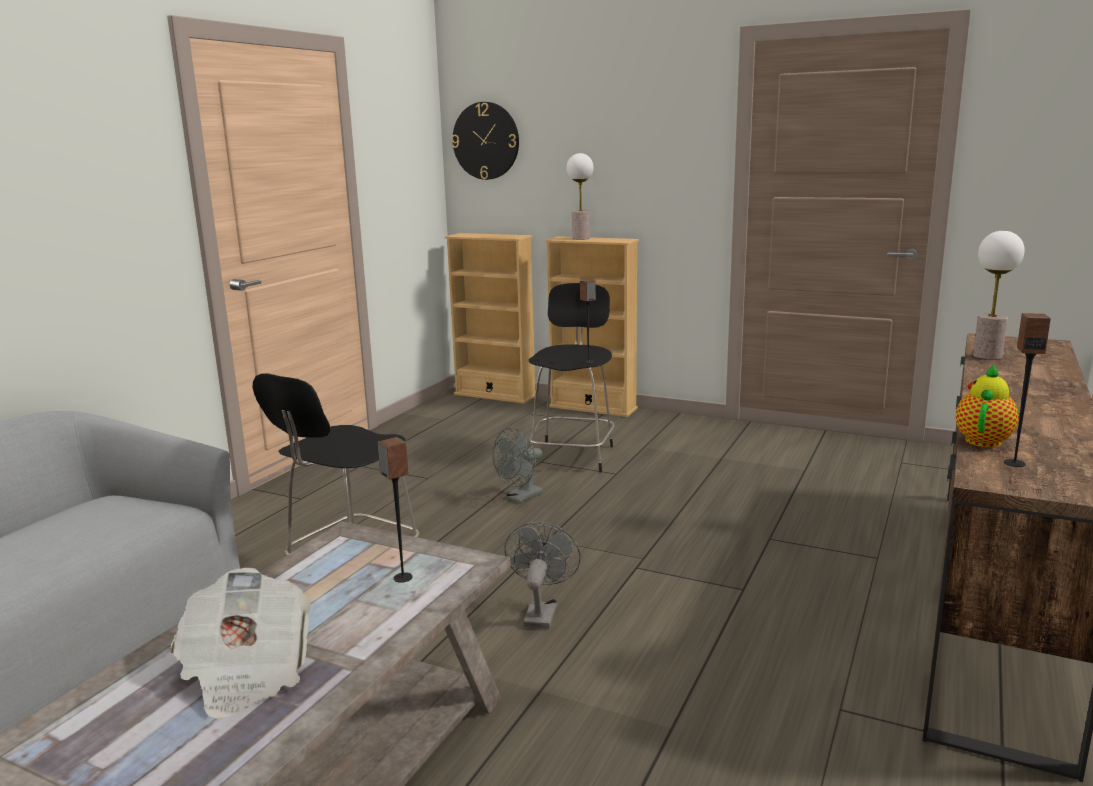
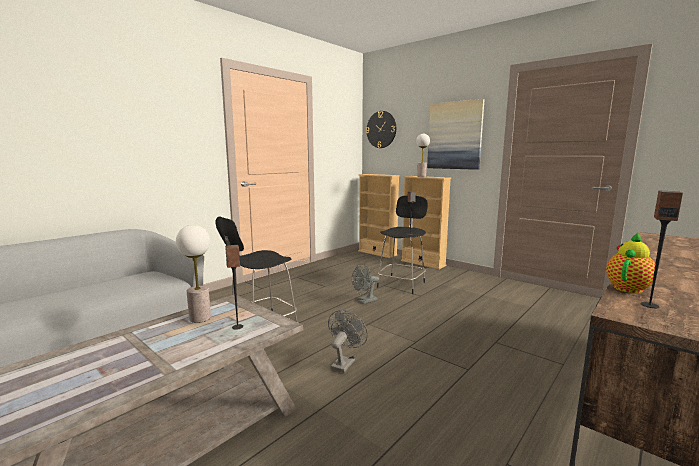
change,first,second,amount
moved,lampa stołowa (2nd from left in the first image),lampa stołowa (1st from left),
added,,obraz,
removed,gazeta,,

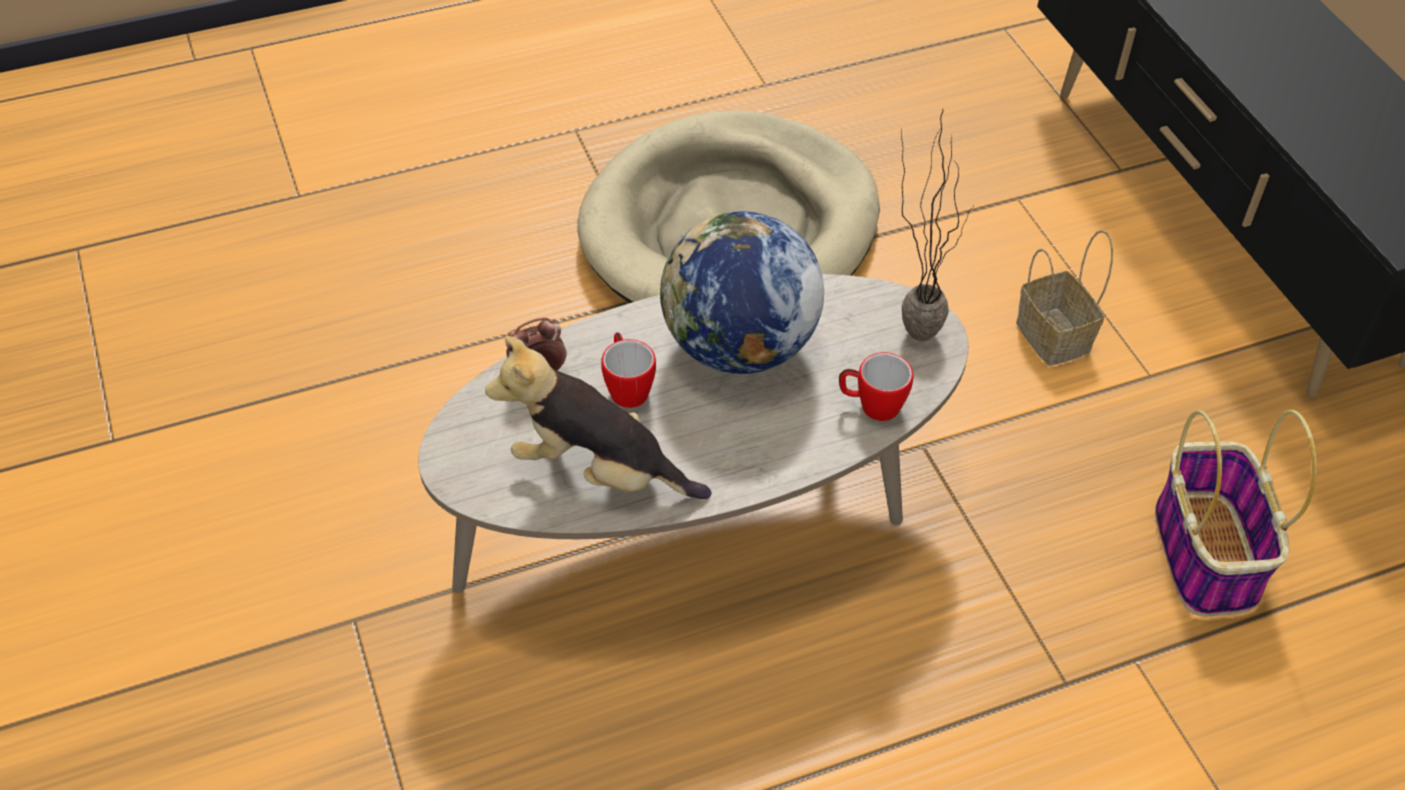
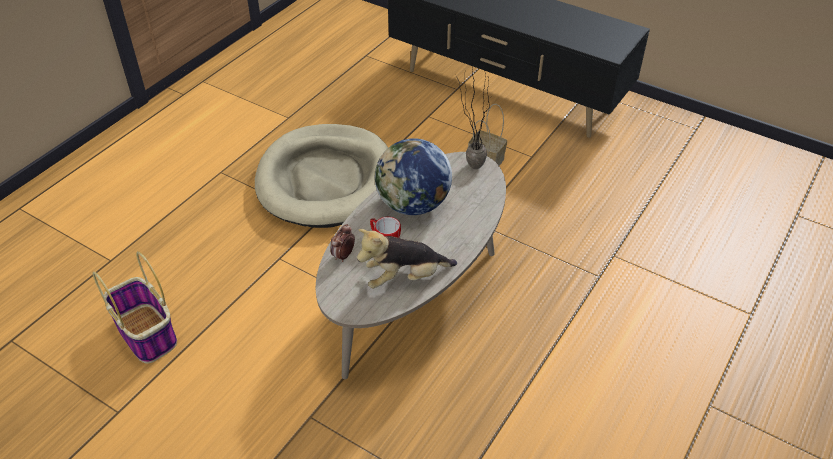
change,first,second,amount
moved,koszyk (2nd from left in the first image),koszyk (1st from left),
removed,kubek (2nd from left),,

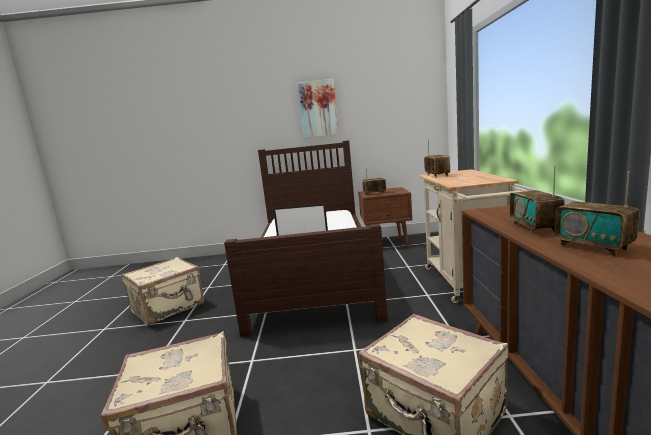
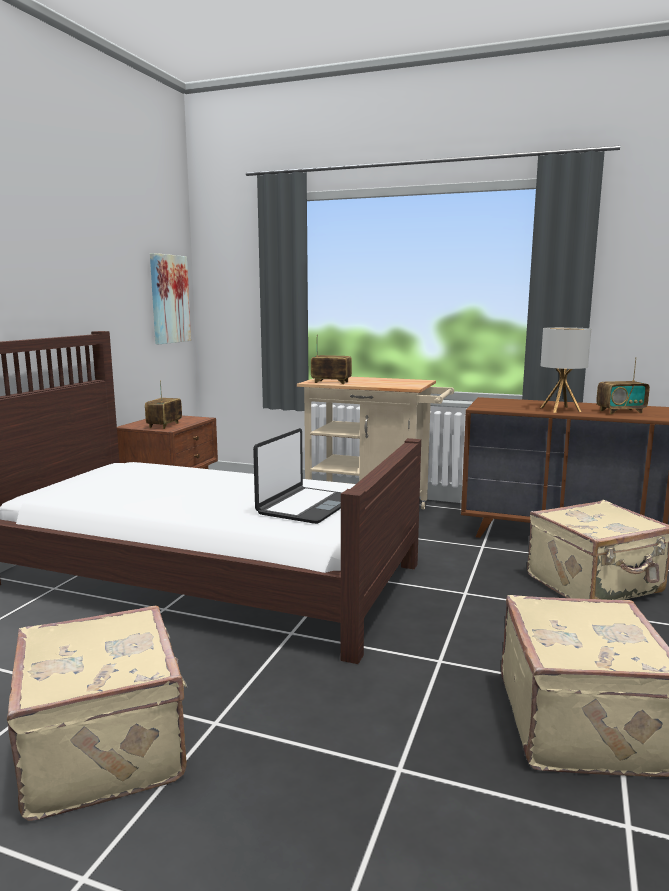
change,first,second,amount
moved,obraz,,
replaced,radio (3rd from left),lampa stołowa,

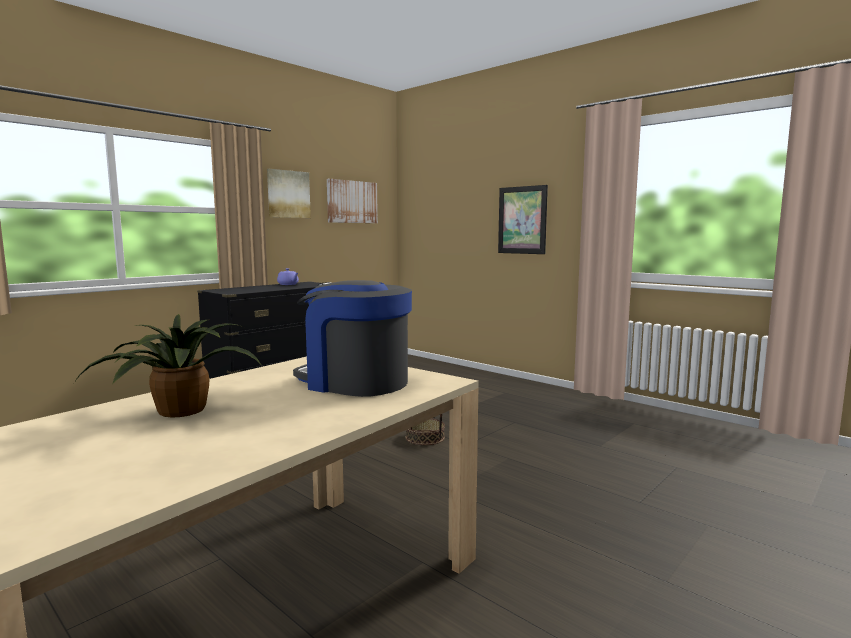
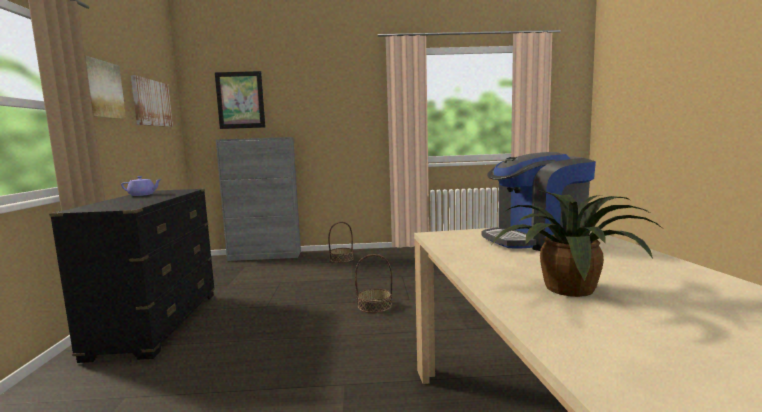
change,first,second,amount
moved,obraz (3rd from left),,
added,,szafka [szary],
added,,koszyk (1st from left),

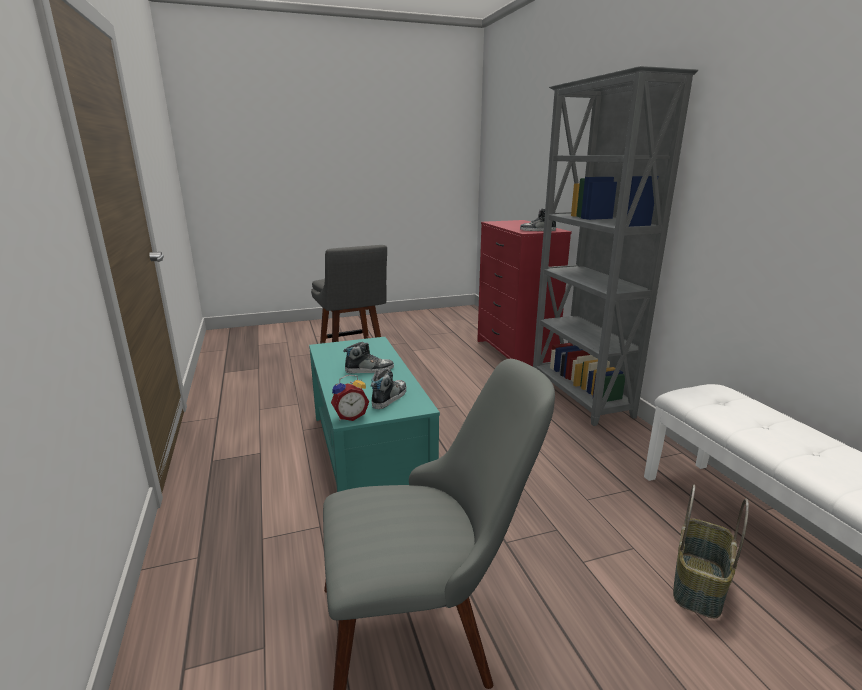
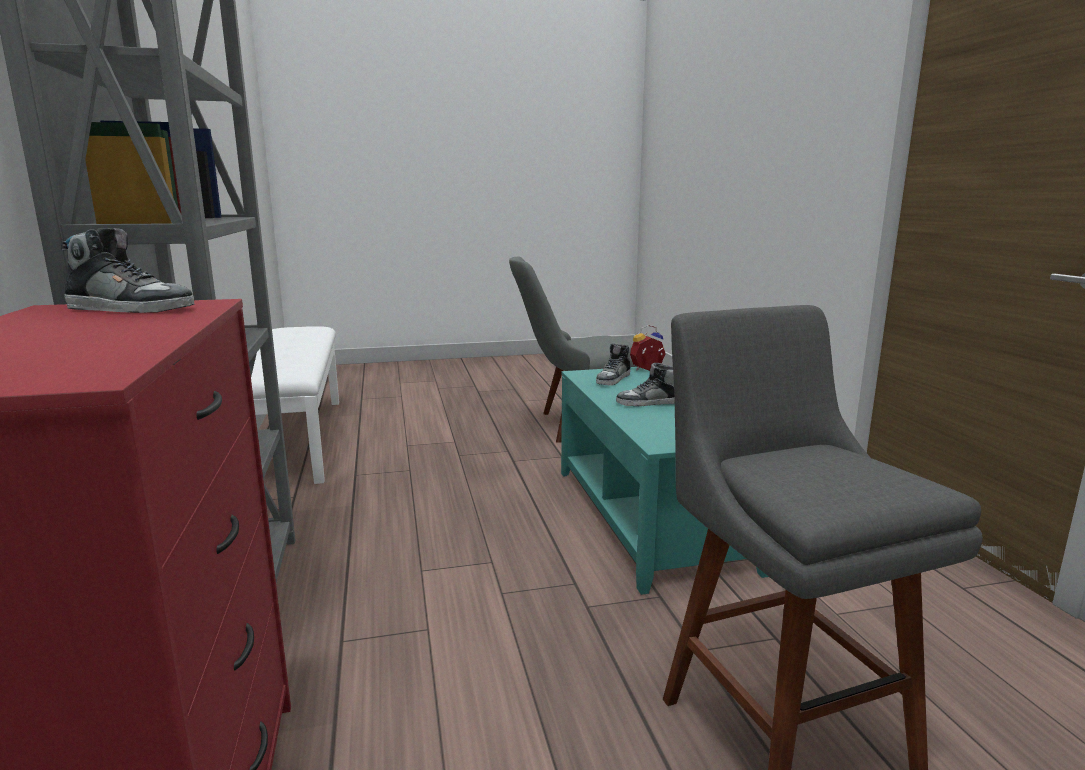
change,first,second,amount
removed,koszyk,,

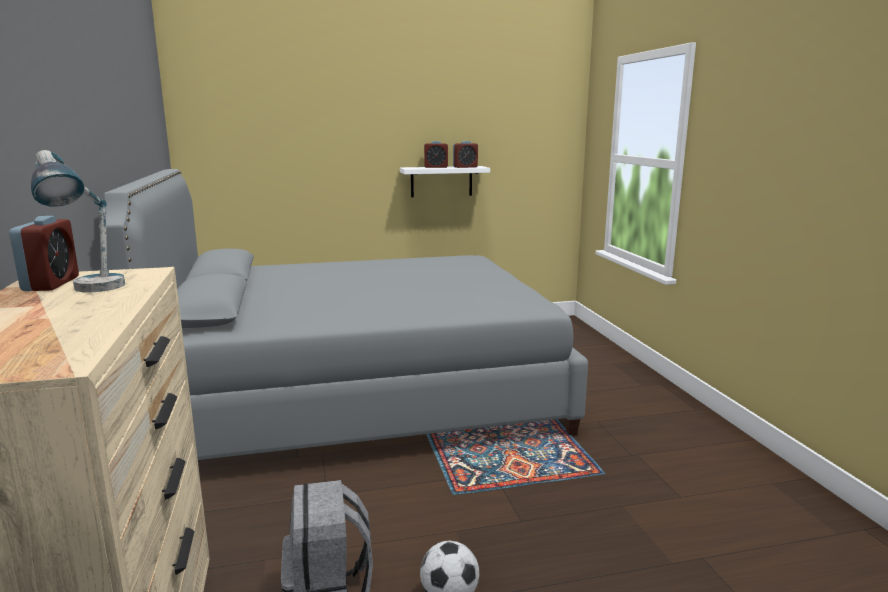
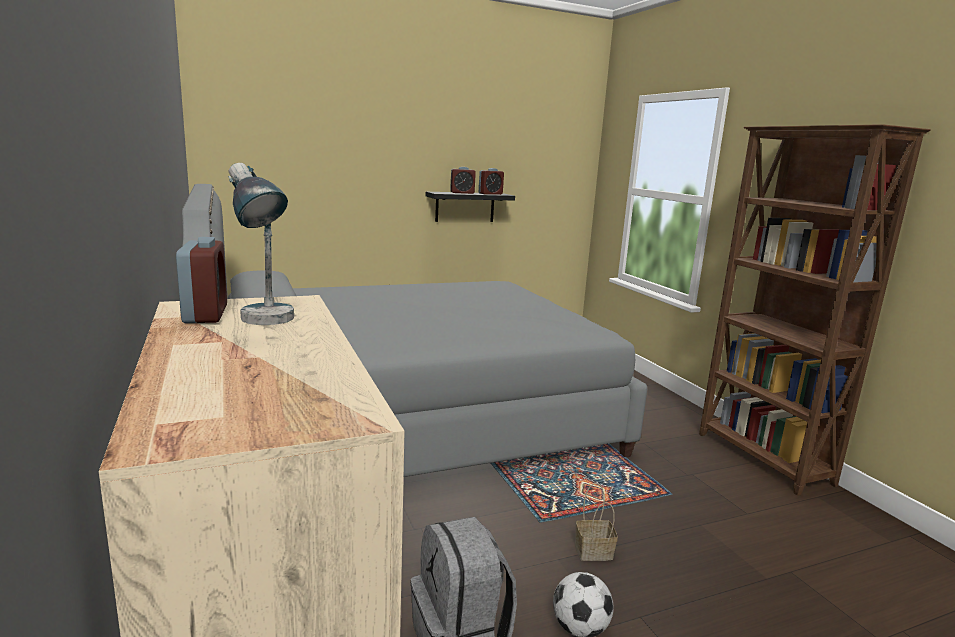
change,first,second,amount
recoloured,półka [biały],półka [czarny],
added,,koszyk,
added,,regał [brązowy],

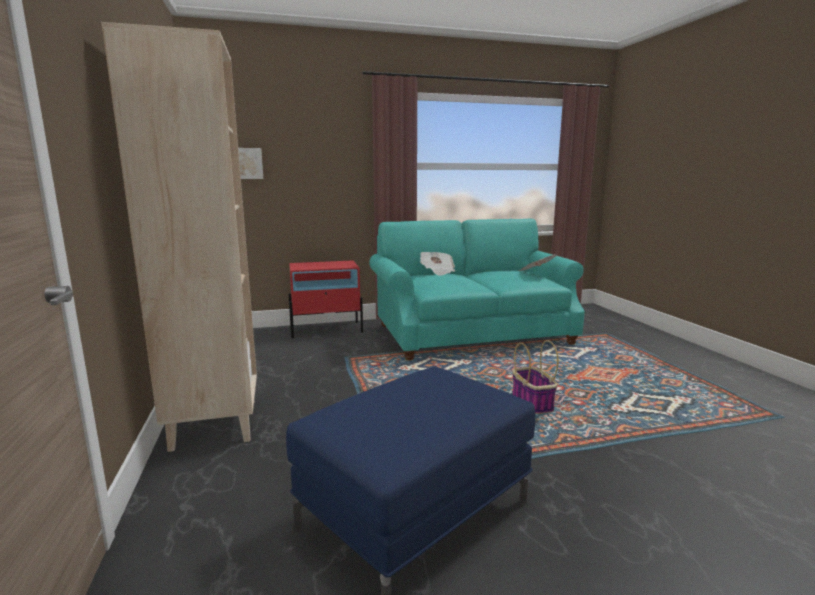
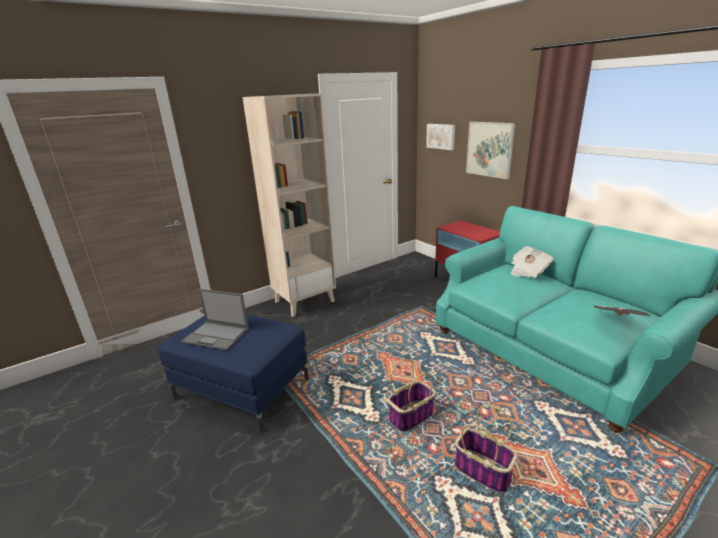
change,first,second,amount
added,,laptop,
added,,koszyk (2nd from left),
added,,obraz (2nd from left),

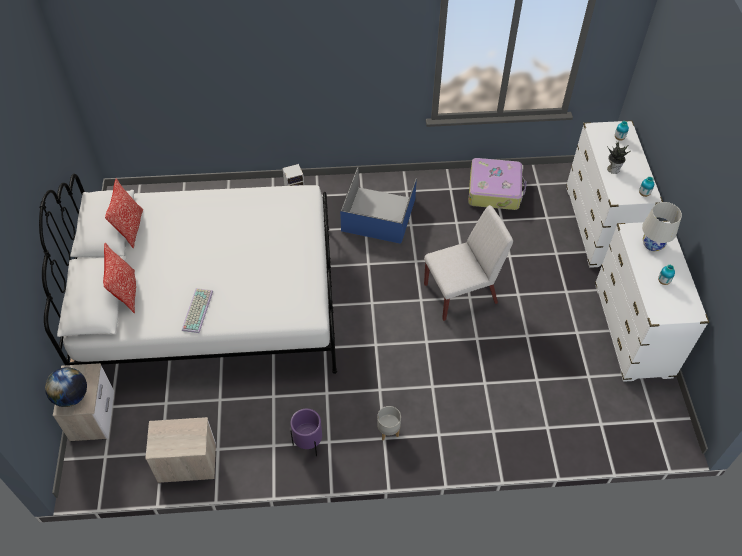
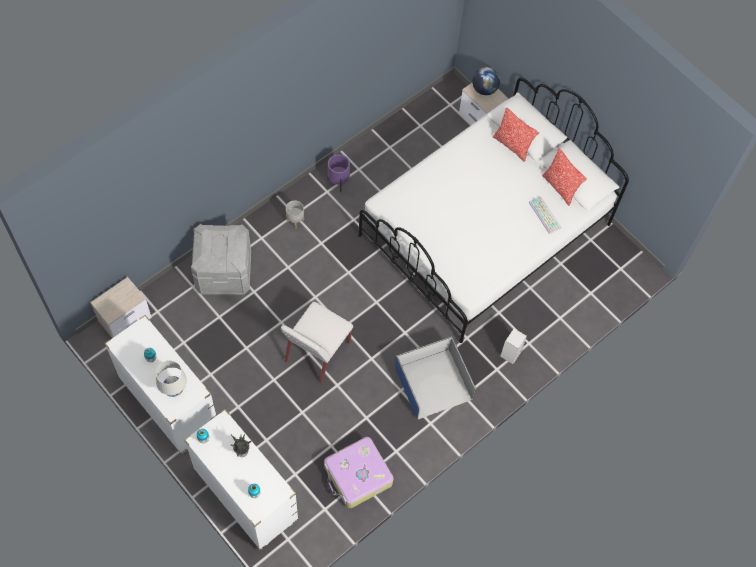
change,first,second,amount
moved,szafka nocna (2nd from left in the first image),szafka nocna (1st from left),
added,,pojemnik do przechowywania [szary],
moved,klawiatura,,

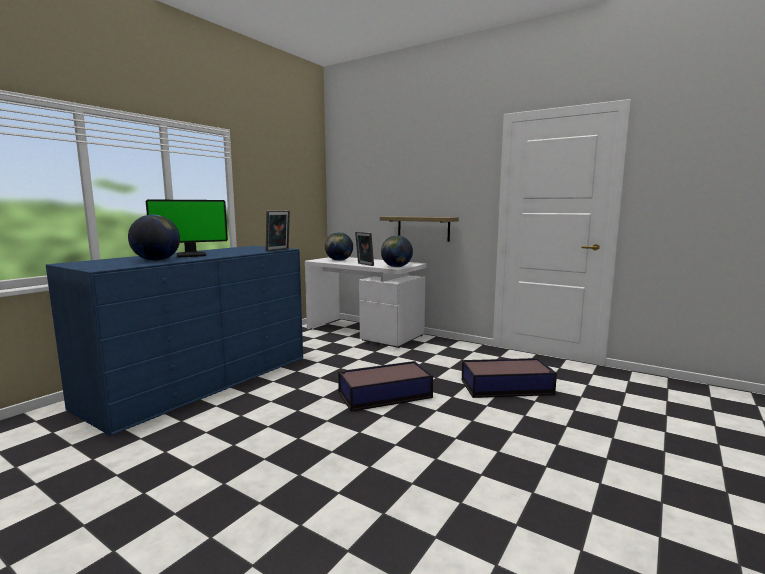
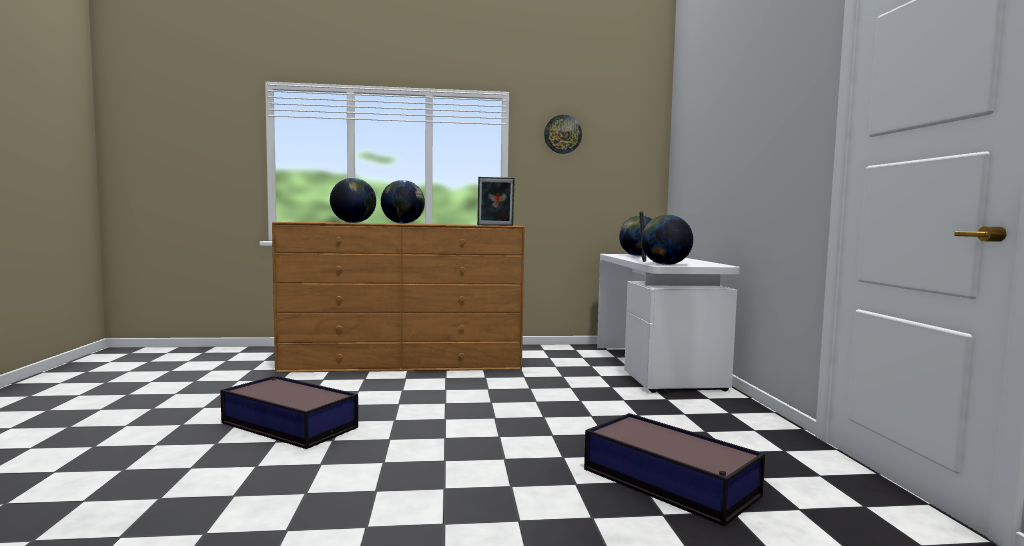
change,first,second,amount
moved,pojemnik do przechowywania (1st from left),,
recoloured,komoda [niebieski],komoda [brązowy],
replaced,monitor,globus (2nd from left),
added,,zegar ścienny,
removed,półka,,

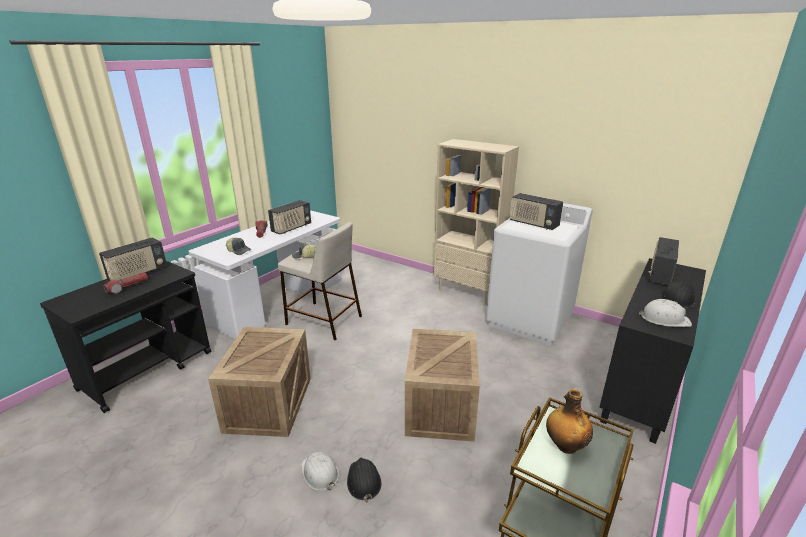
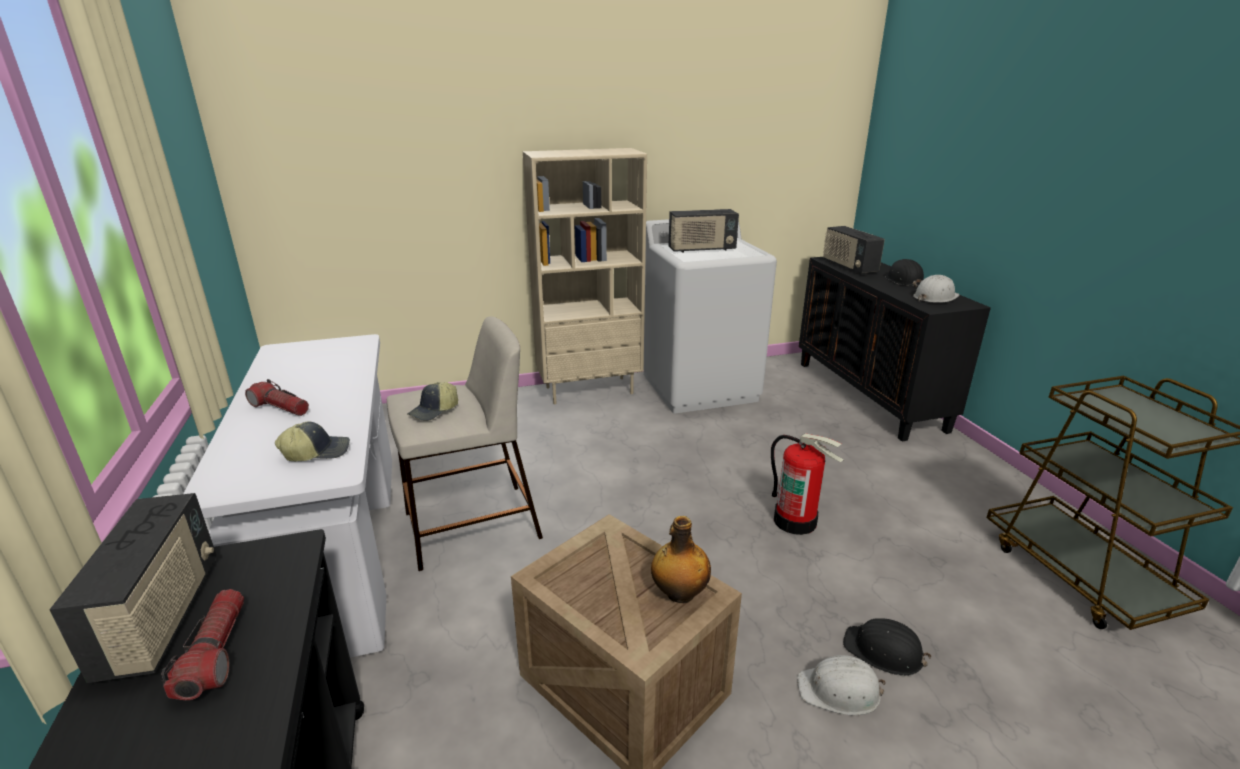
change,first,second,amount
moved,butelka,,
replaced,skrzynka (2nd from left),gaśnica,
removed,radio (2nd from left),,

